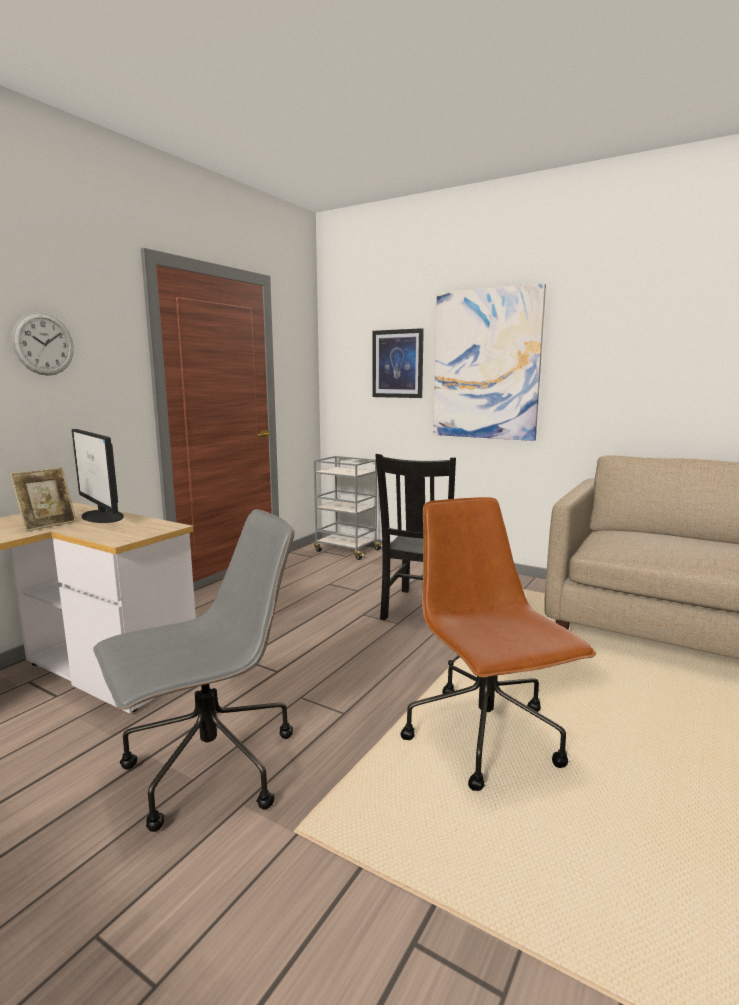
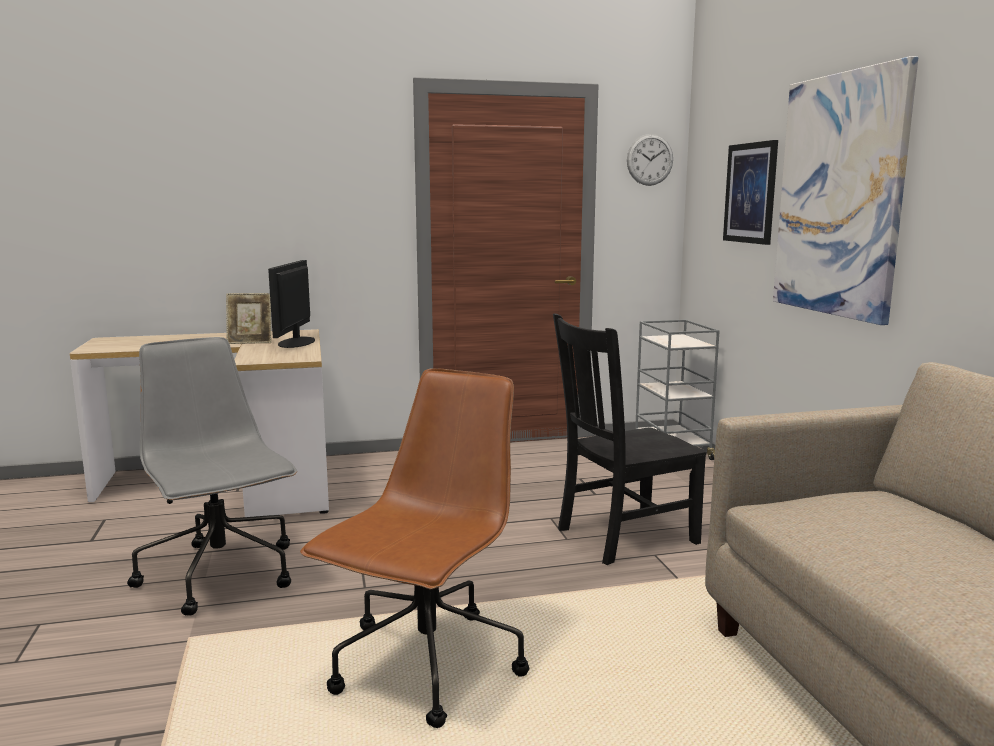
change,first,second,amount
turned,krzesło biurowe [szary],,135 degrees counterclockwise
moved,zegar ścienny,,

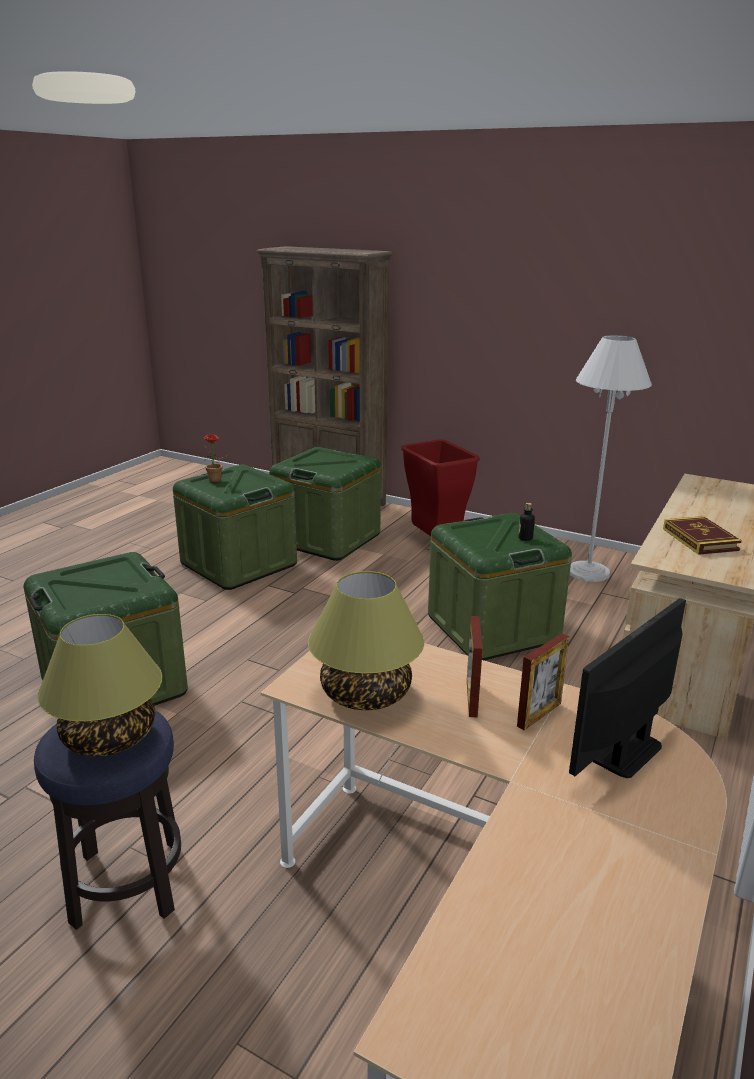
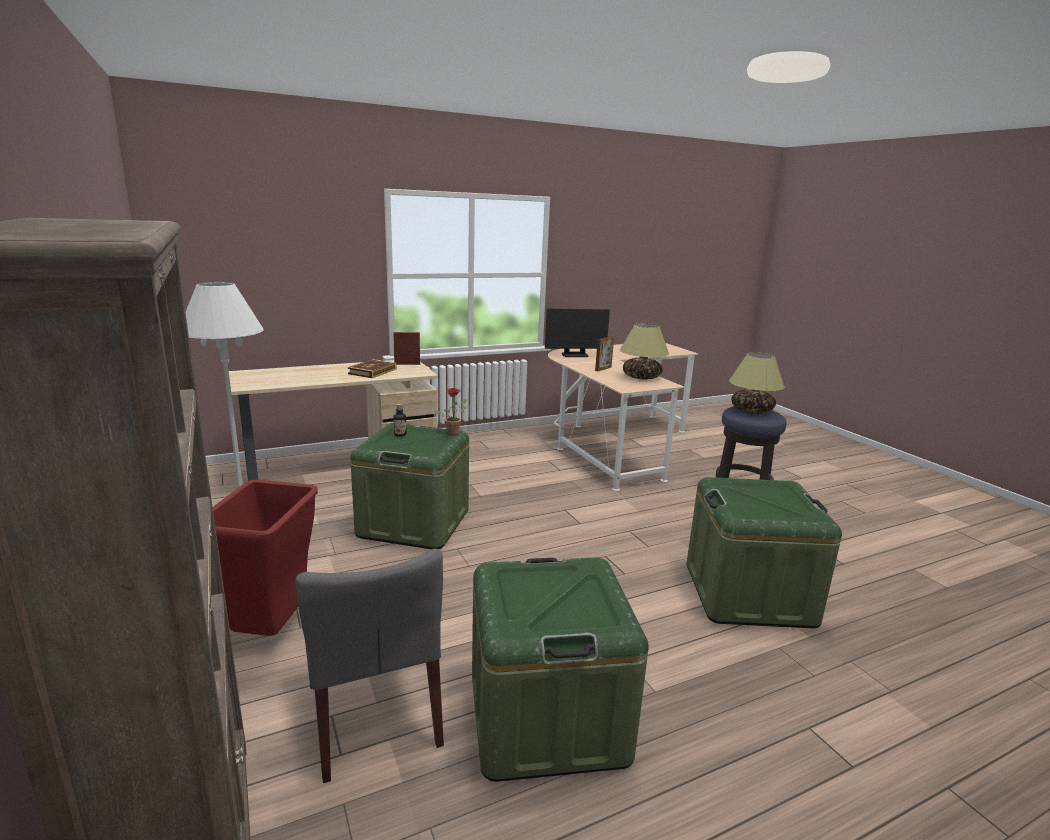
change,first,second,amount
replaced,pojemnik do przechowywania [zielony] (3rd from left),krzesło [szary],
moved,ramka na zdjęcie (2nd from left in the first image),ramka na zdjęcie (1st from left),
moved,roślina doniczkowa,,

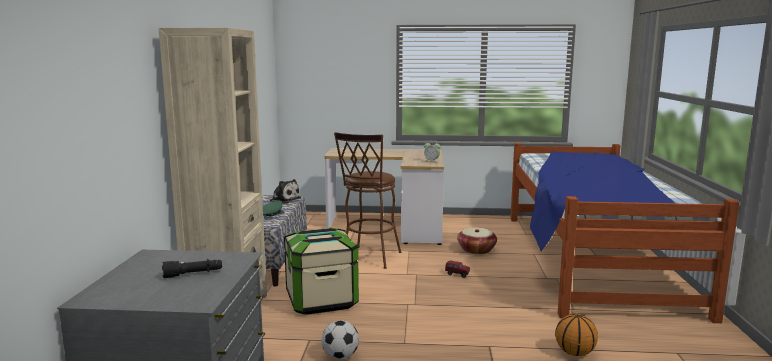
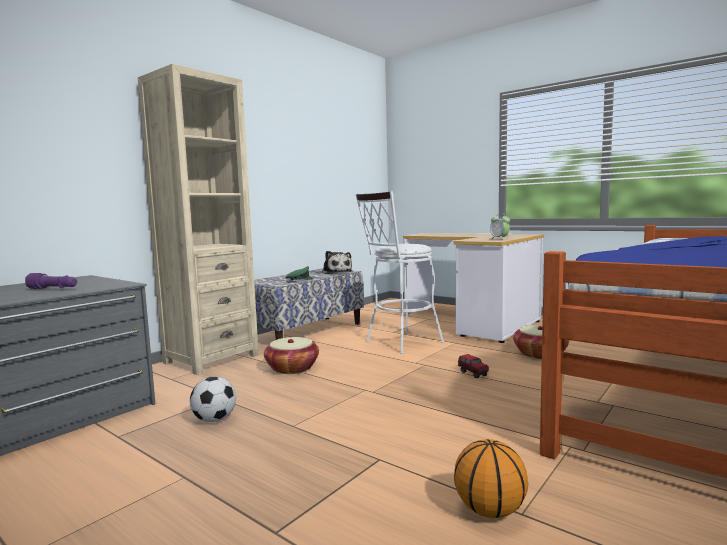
change,first,second,amount
recoloured,latarka [czarny],latarka [fioletowy],
replaced,pojemnik do przechowywania,koszyk (1st from left),
recoloured,stołek [brązowy],stołek [biały],

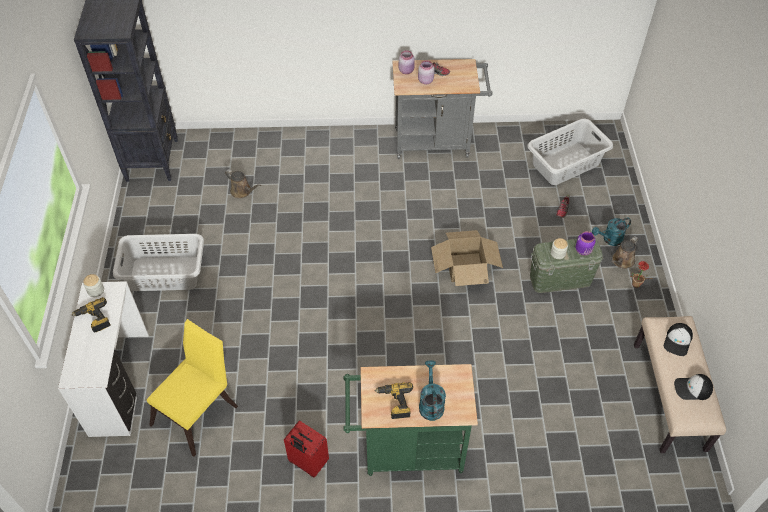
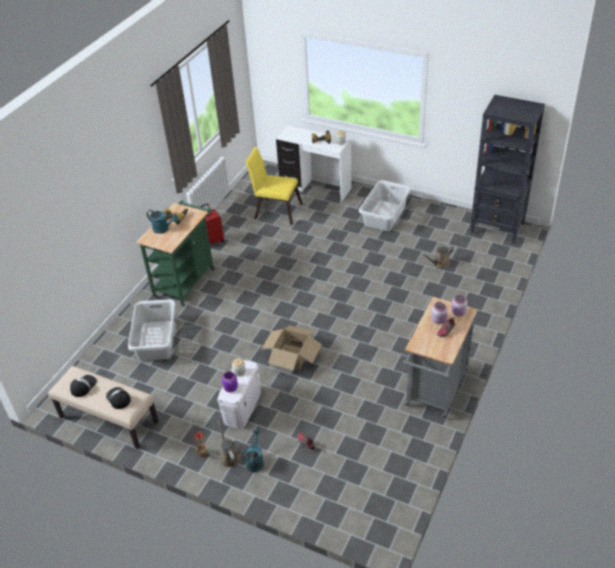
change,first,second,amount
moved,kosz na pranie [szary] (2nd from left in the first image),kosz na pranie [szary] (1st from left),
recoloured,pojemnik do przechowywania [zielony],pojemnik do przechowywania [biały],
turned,krzesło [żółty],,135 degrees clockwise

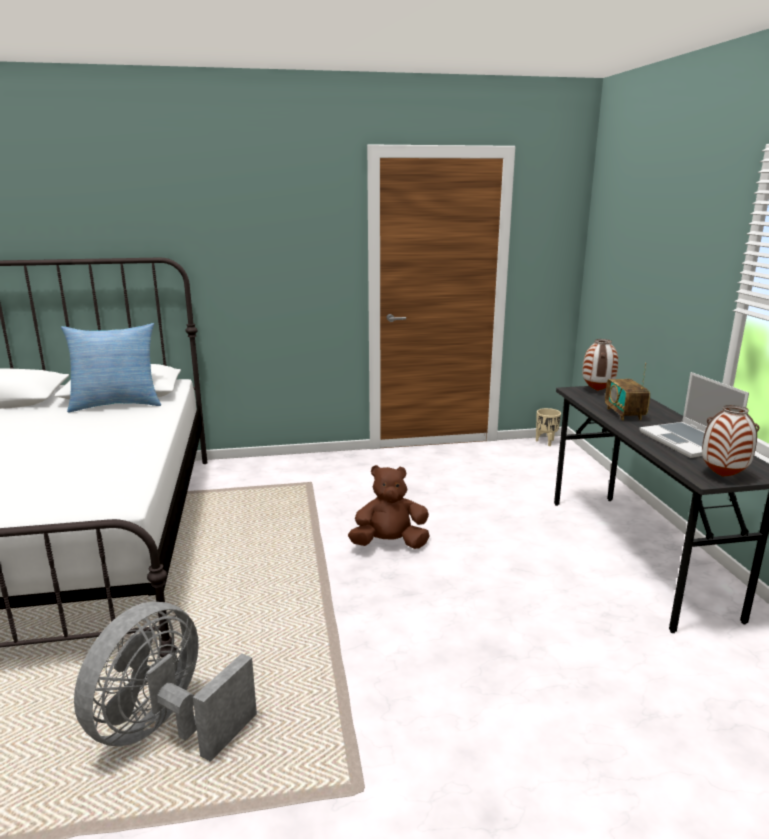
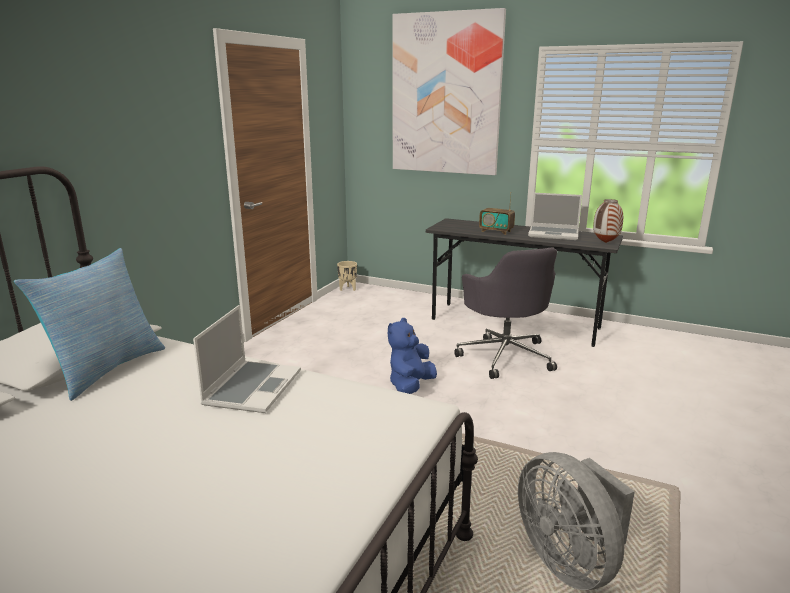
change,first,second,amount
added,,laptop (1st from left),
recoloured,pluszak [brązowy],pluszak [niebieski],
added,,obraz,
added,,krzesło biurowe [szary],
removed,wazon (1st from left),,

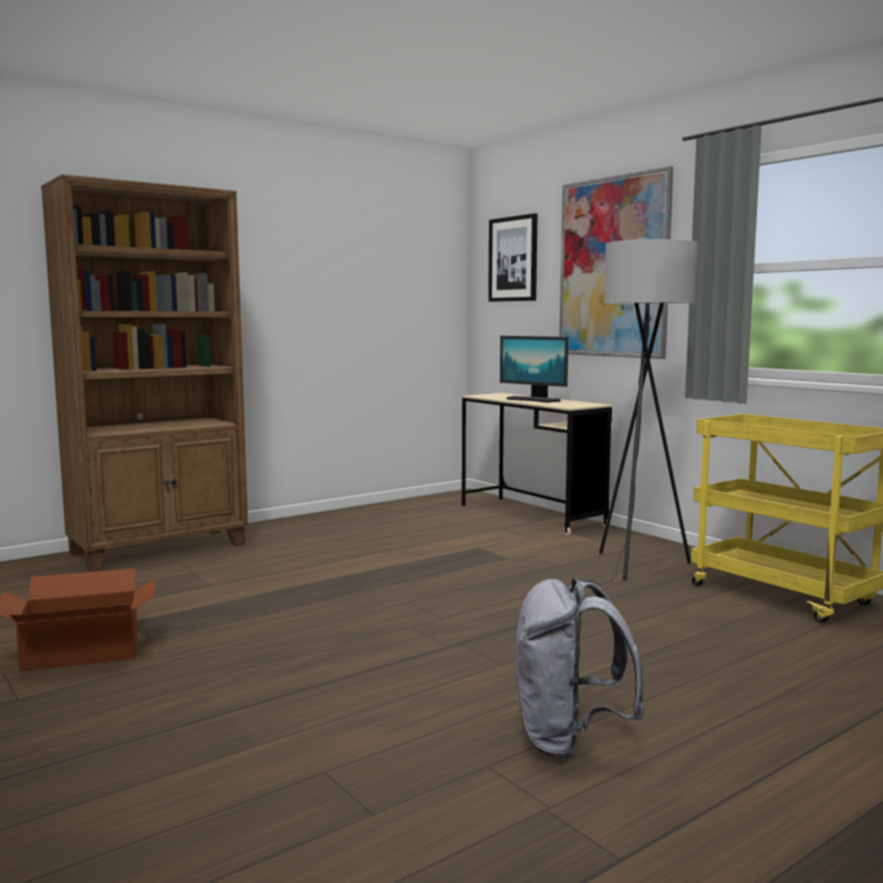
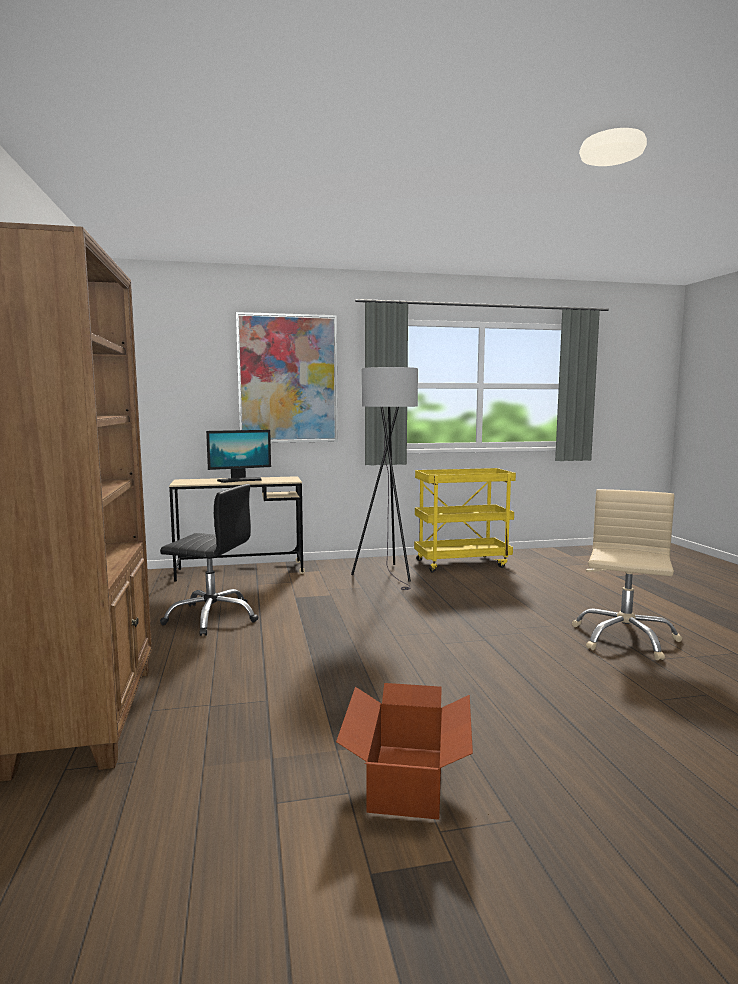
change,first,second,amount
added,,krzesło biurowe [czarny],
replaced,plecak [szary],krzesło biurowe [beżowy],
removed,obraz (1st from left),,

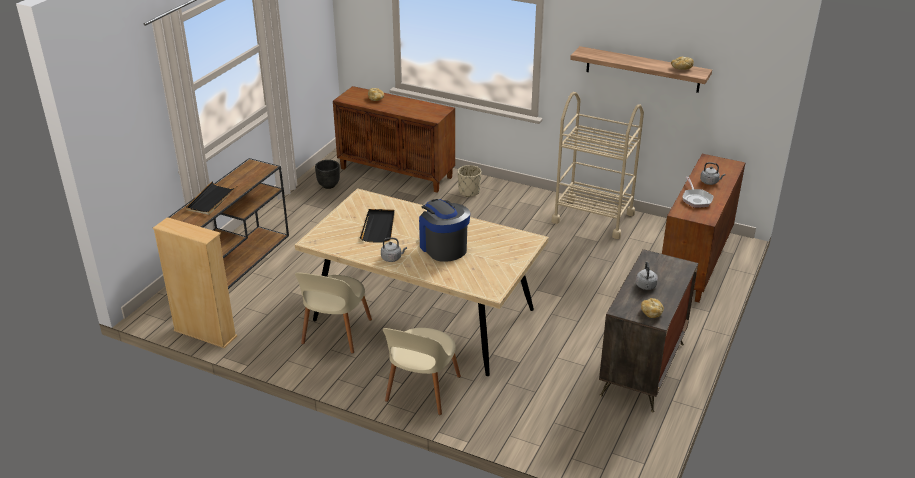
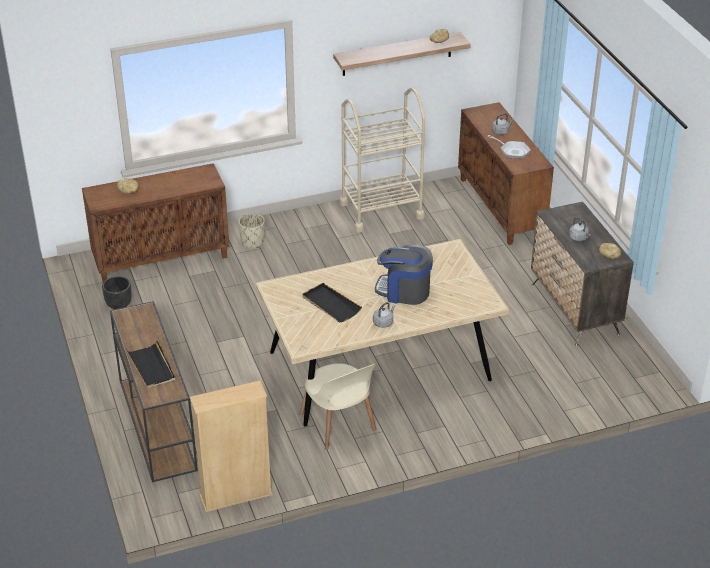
change,first,second,amount
removed,krzesło [beżowy] (2nd from left),,

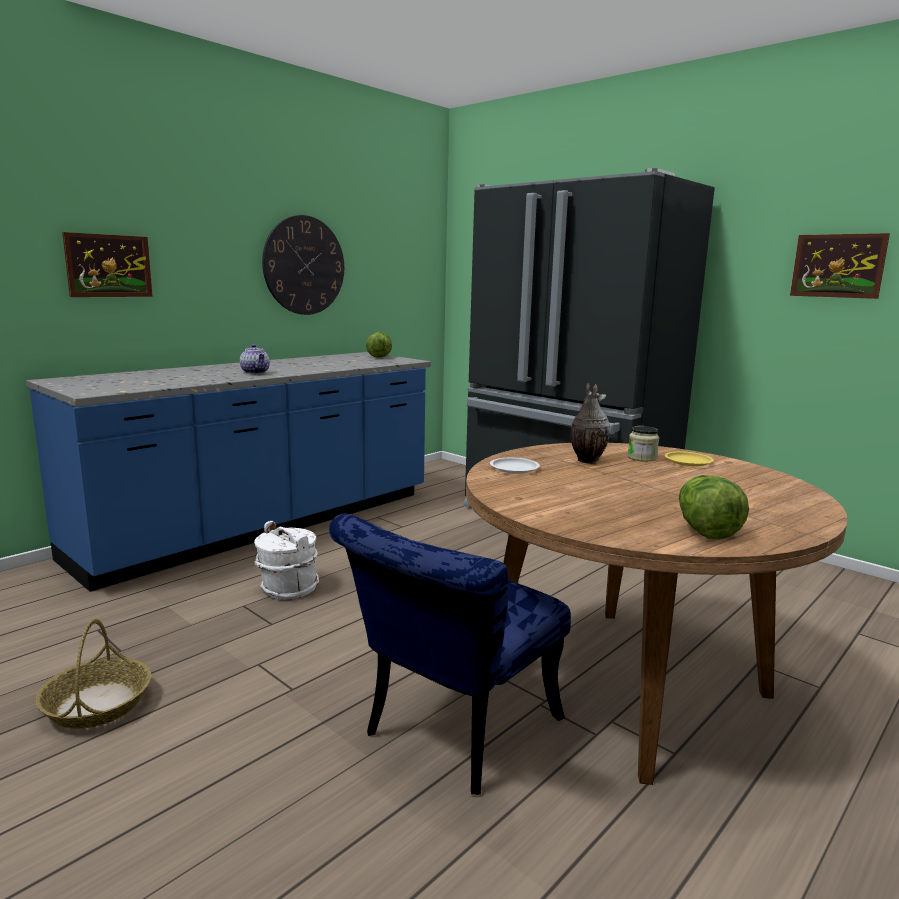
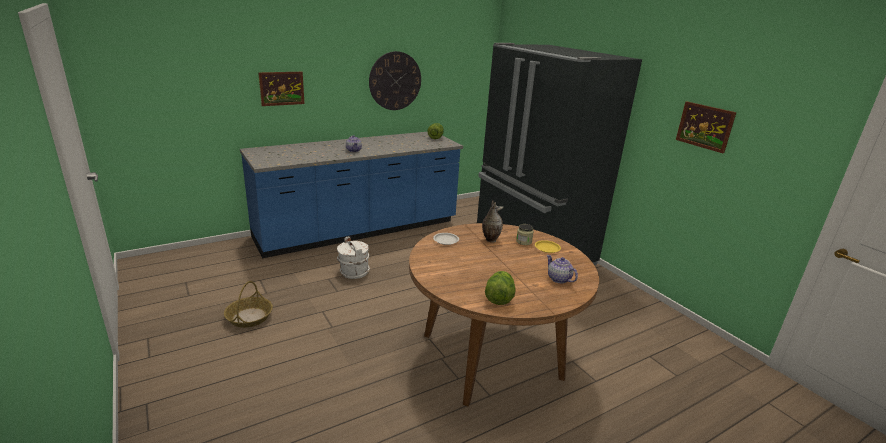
change,first,second,amount
added,,imbryk (2nd from left),
removed,krzesło [niebieski],,

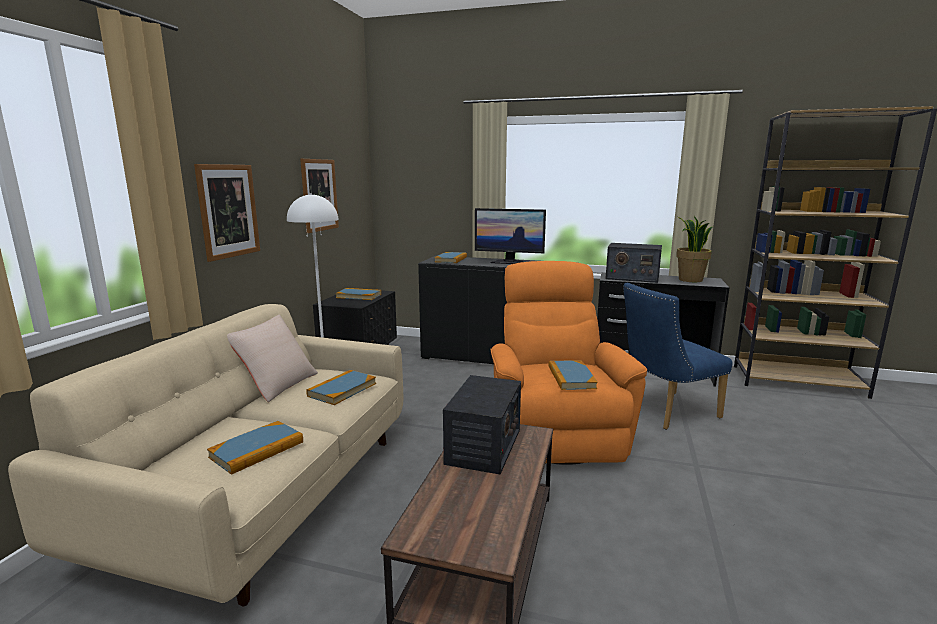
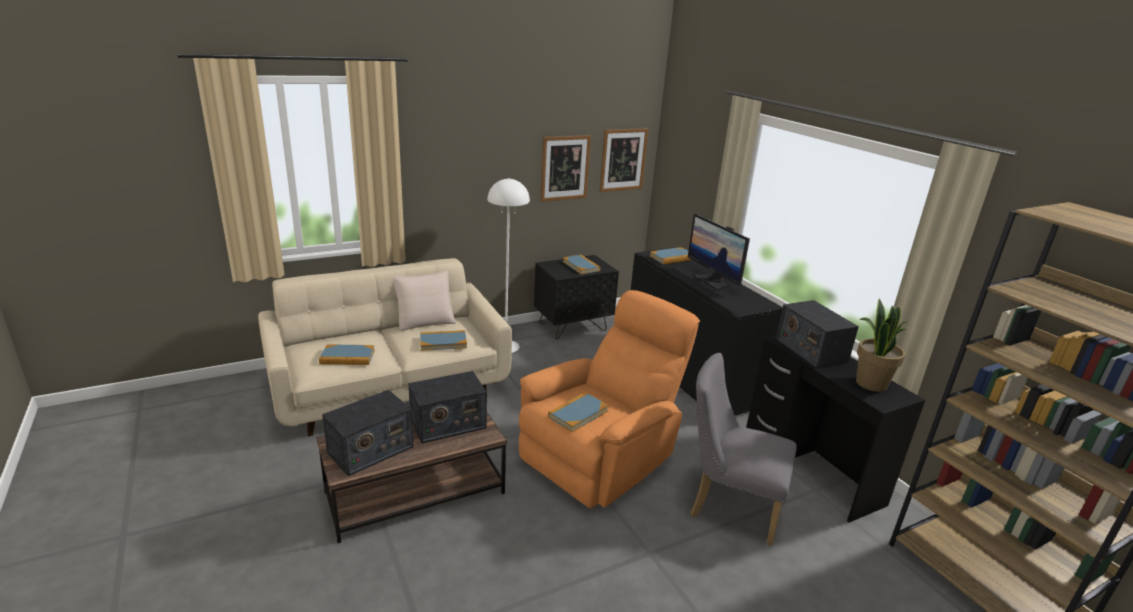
change,first,second,amount
added,,radio (1st from left),
moved,obraz (1st from left in the first image),obraz (2nd from left),
recoloured,krzesło [niebieski],krzesło [szary],

